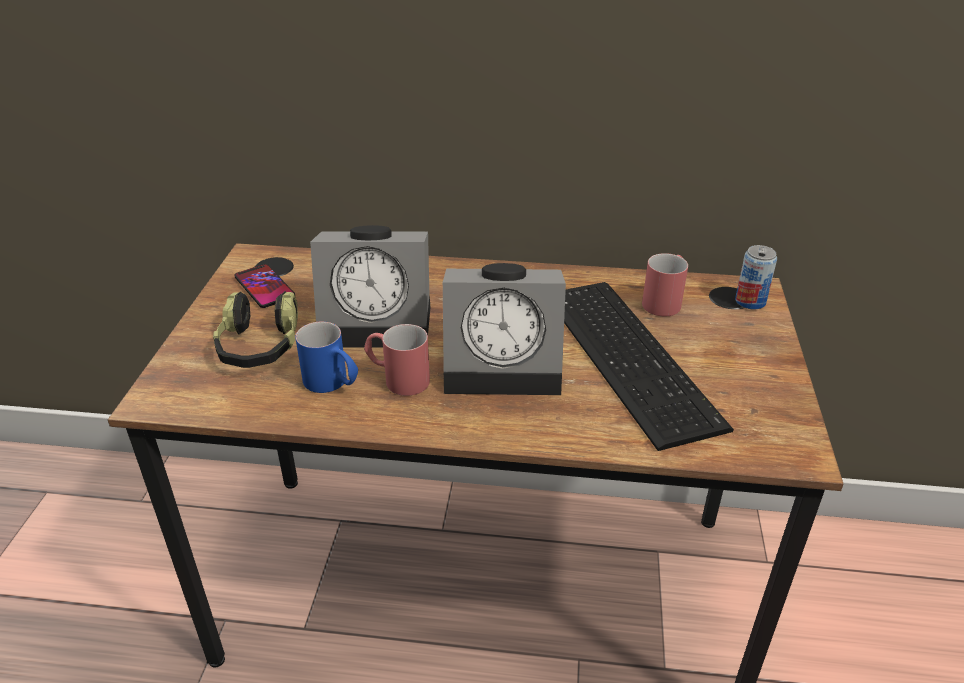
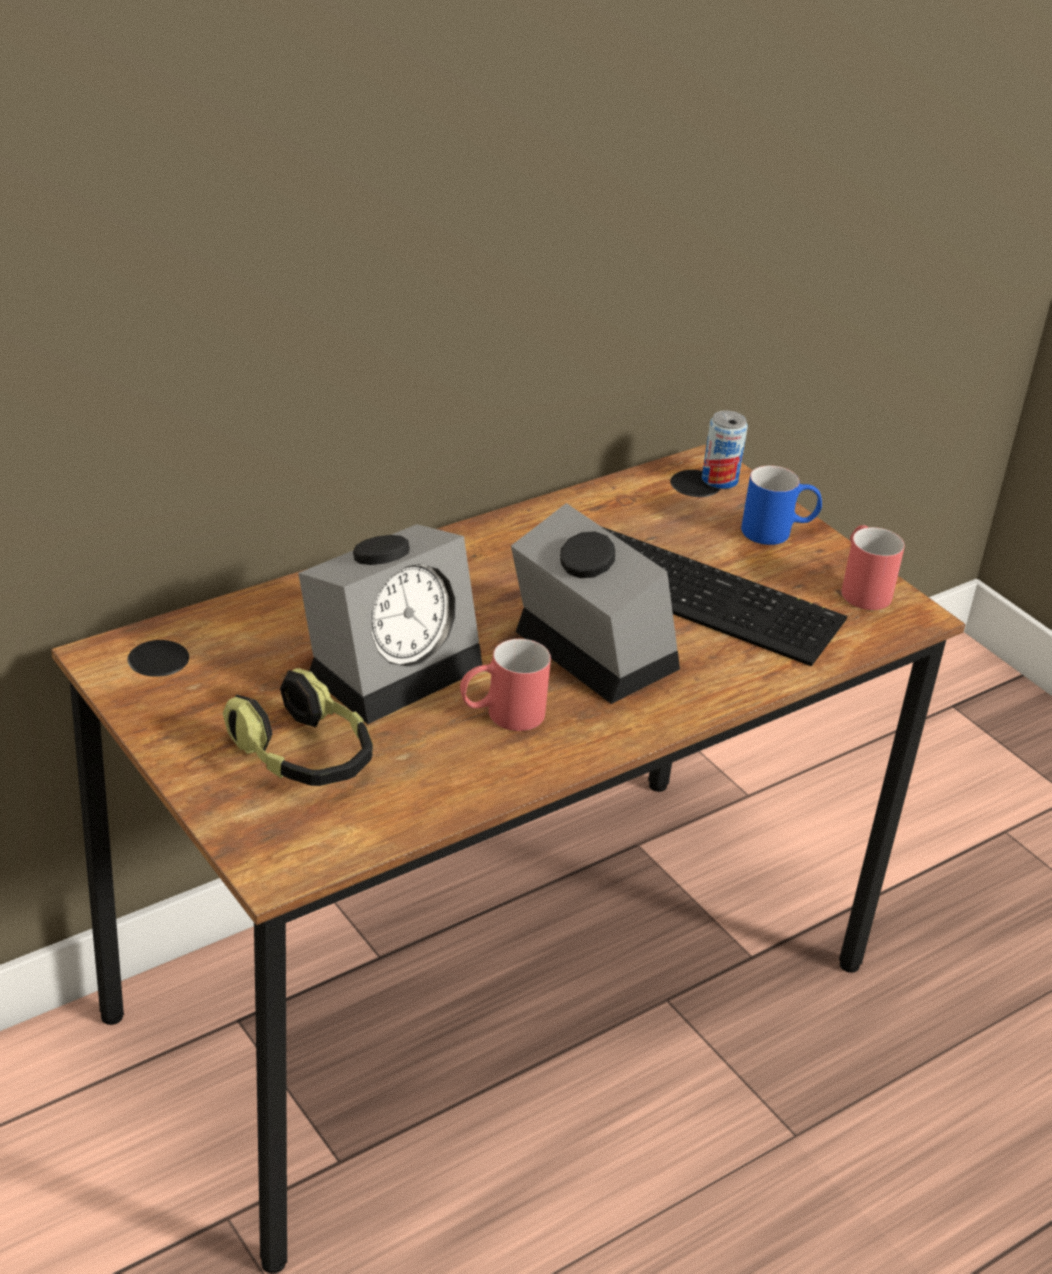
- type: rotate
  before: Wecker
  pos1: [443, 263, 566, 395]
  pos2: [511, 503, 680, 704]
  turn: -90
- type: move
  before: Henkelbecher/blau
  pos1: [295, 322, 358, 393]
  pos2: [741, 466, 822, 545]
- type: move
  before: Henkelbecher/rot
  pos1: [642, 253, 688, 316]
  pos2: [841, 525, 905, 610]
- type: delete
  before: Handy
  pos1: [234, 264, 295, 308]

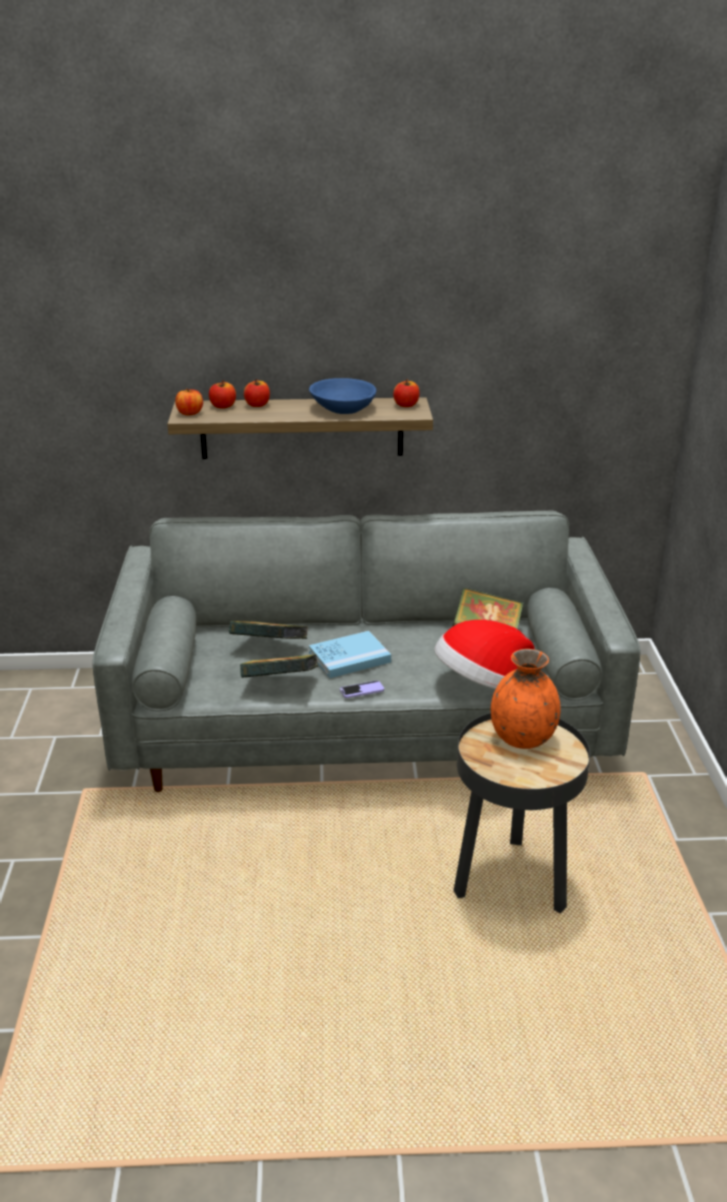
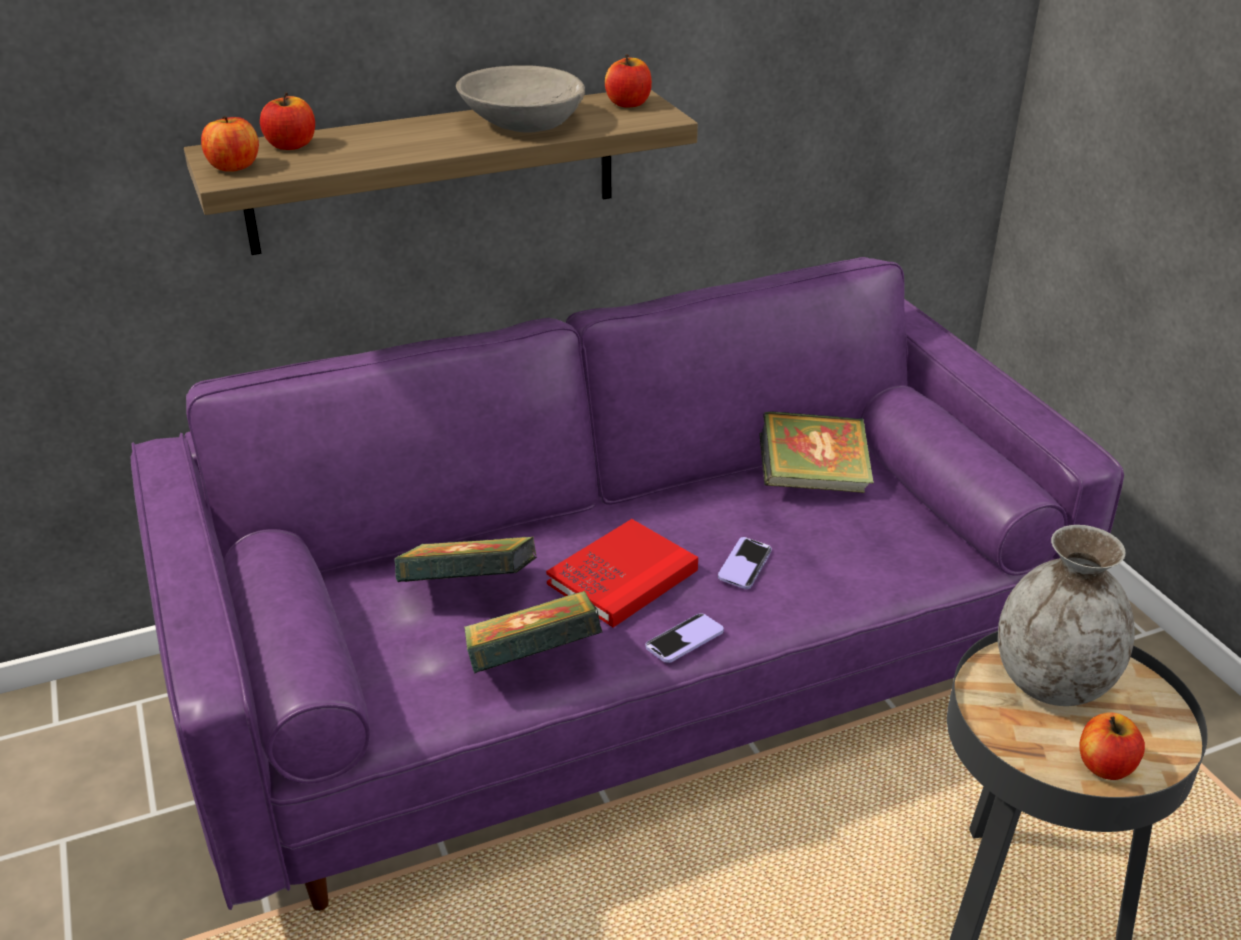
- type: recolor
  before: Sofa/grau
  after: Sofa/lila
  pos1: [93, 511, 641, 792]
  pos2: [130, 257, 1124, 911]
- type: recolor
  before: Schüssel/blau
  after: Schüssel/grau
  pos1: [309, 378, 376, 414]
  pos2: [456, 65, 585, 133]
- type: recolor
  before: Buch/blau
  after: Buch/rot
  pos1: [309, 631, 391, 678]
  pos2: [546, 519, 698, 628]
- type: insert
  after: Handy
  pos2: [718, 537, 772, 589]
- type: recolor
  before: Vase/orange
  after: Vase/grau
  pos1: [491, 649, 561, 749]
  pos2: [998, 525, 1135, 706]
- type: move
  before: Apfel
  pos1: [244, 379, 270, 407]
  pos2: [1079, 712, 1145, 780]
- type: delete
  before: Hut
  pos1: [434, 620, 535, 689]

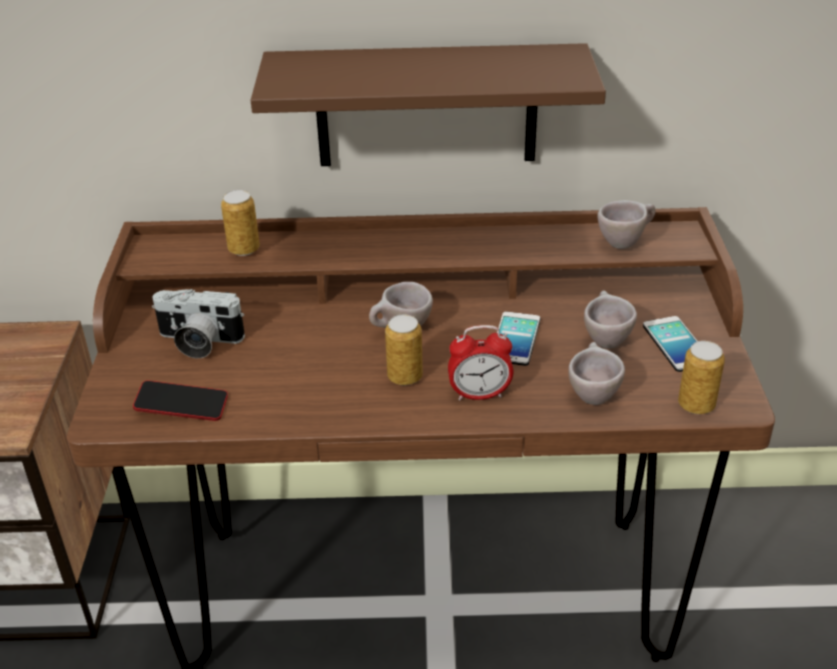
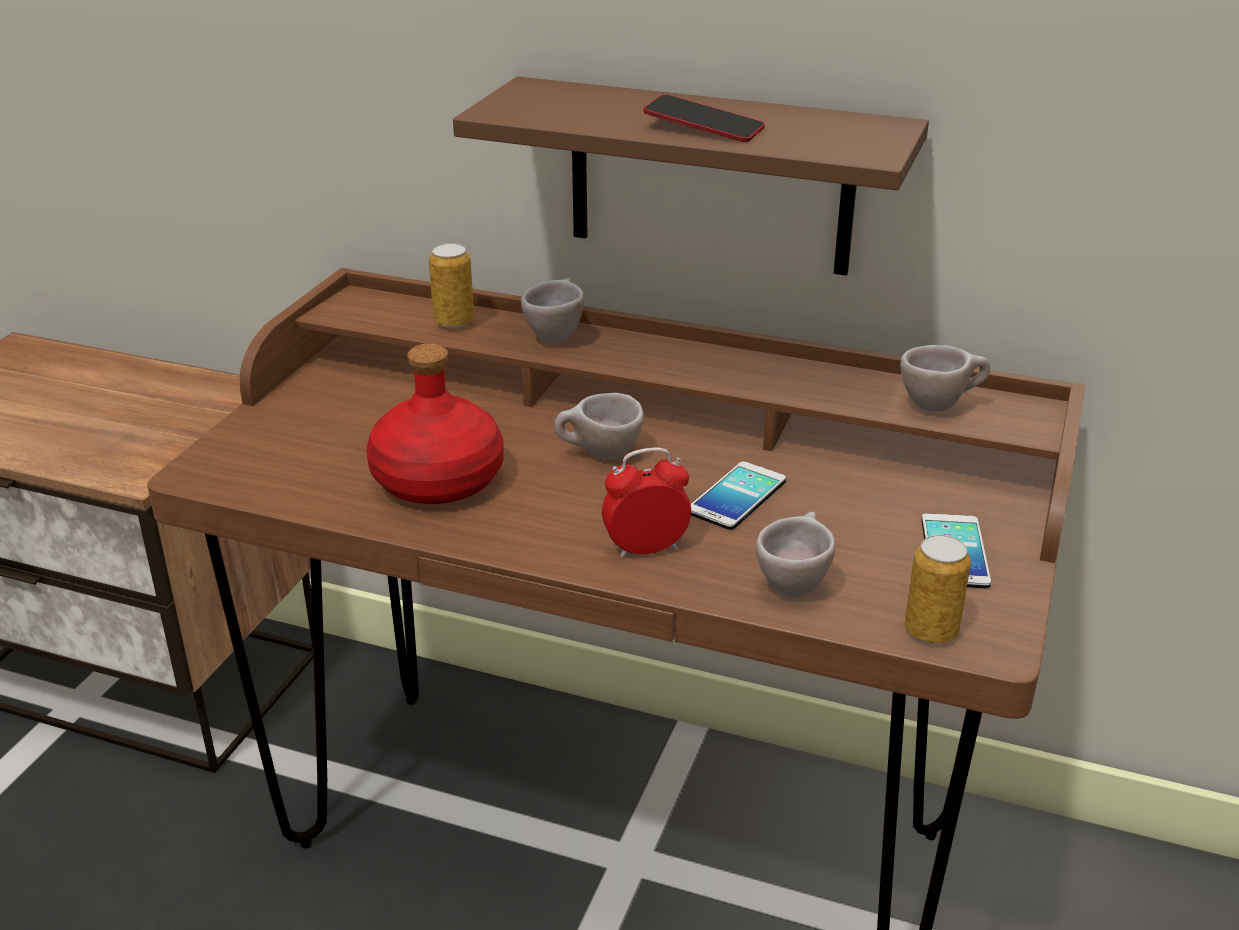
- type: insert
  after: Flasche/rot
  pos2: [366, 343, 504, 504]
- type: move
  before: Tasse/beige
  pos1: [584, 290, 637, 349]
  pos2: [521, 278, 584, 343]
- type: rotate
  before: Wecker
  pos1: [448, 325, 513, 401]
  pos2: [602, 447, 691, 558]
  turn: 150
- type: move
  before: Handy
  pos1: [133, 380, 228, 421]
  pos2: [643, 94, 765, 142]
- type: delete
  before: Kamera
  pos1: [152, 289, 245, 358]
- type: delete
  before: Dose
  pos1: [385, 314, 423, 385]

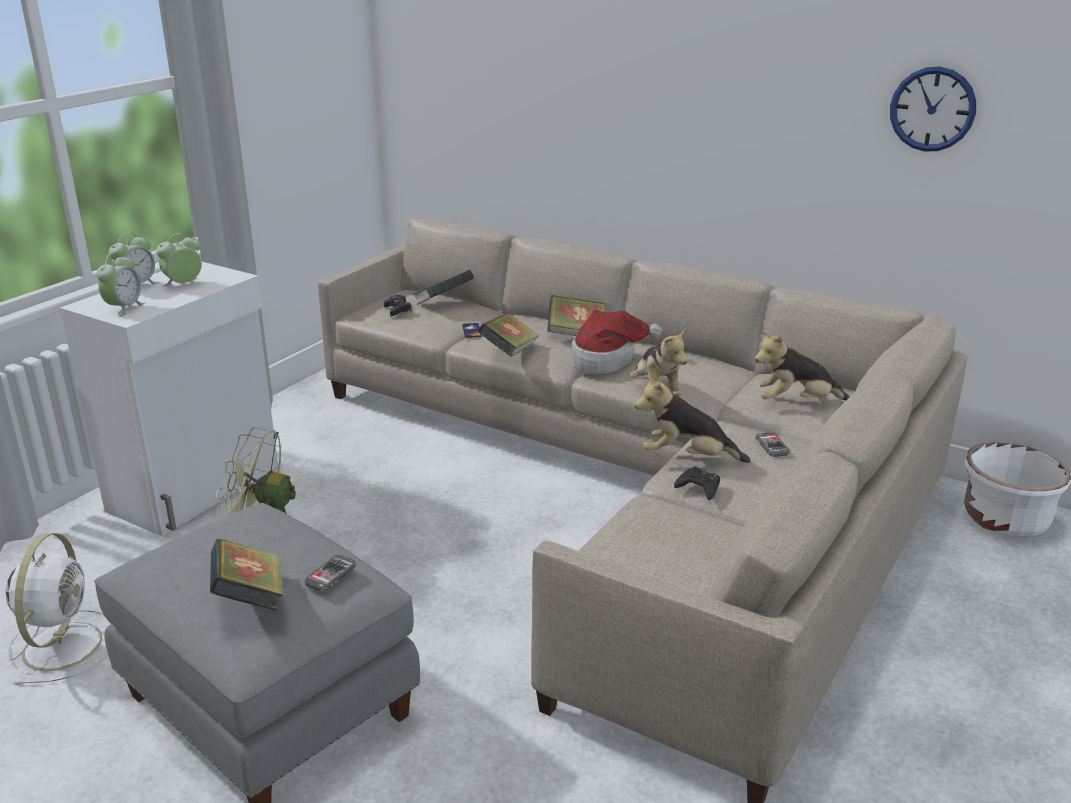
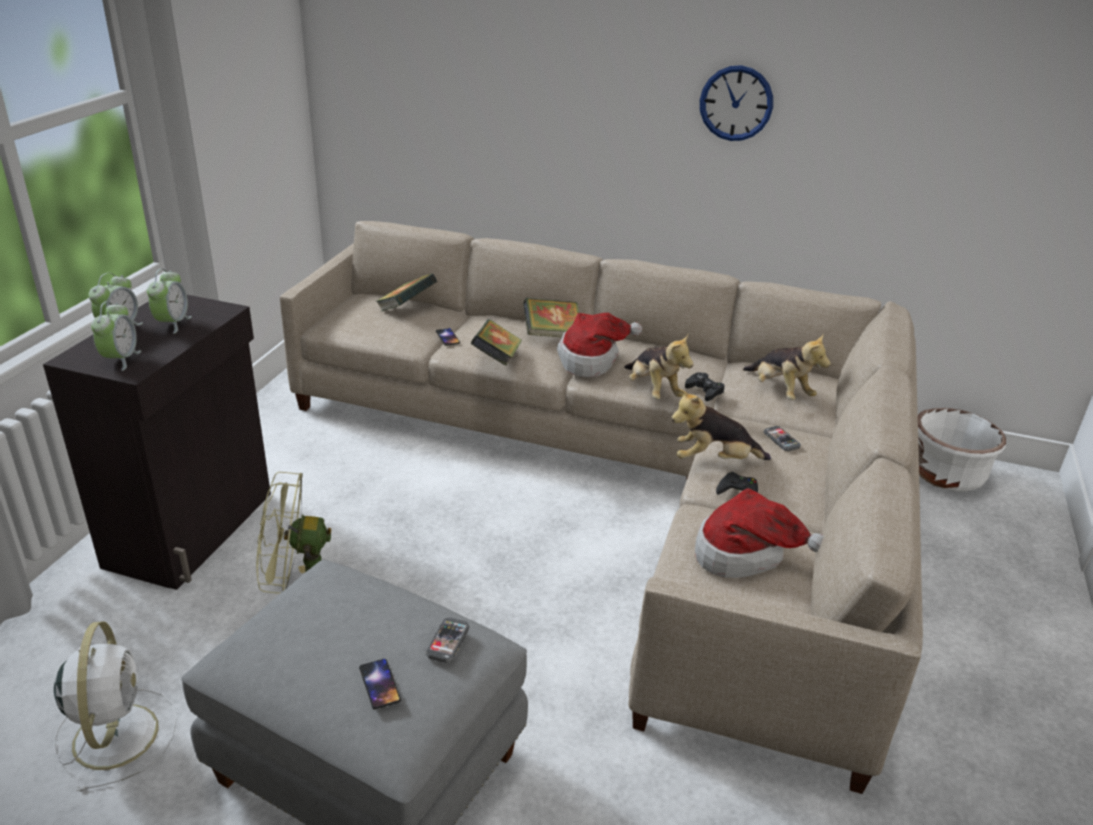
- type: recolor
  before: Schrank/weiß
  after: Schrank/schwarz
  pos1: [60, 261, 278, 536]
  pos2: [43, 295, 271, 590]
- type: rotate
  before: Wecker
  pos1: [156, 233, 202, 287]
  pos2: [147, 268, 192, 334]
  turn: 150
- type: replace
  before: Buch
  after: Handy
  pos1: [210, 539, 284, 611]
  pos2: [359, 659, 401, 710]
- type: move
  before: Gamepad/schwarz
  pos1: [384, 295, 412, 317]
  pos2: [685, 372, 725, 401]
- type: insert
  after: Hut
  pos2: [695, 488, 824, 578]
- type: move
  before: Wanduhr
  pos1: [890, 66, 976, 152]
  pos2: [700, 65, 773, 141]
- type: rotate
  before: Plüschtier
  pos1: [755, 331, 849, 400]
  pos2: [743, 333, 831, 400]
  turn: -105

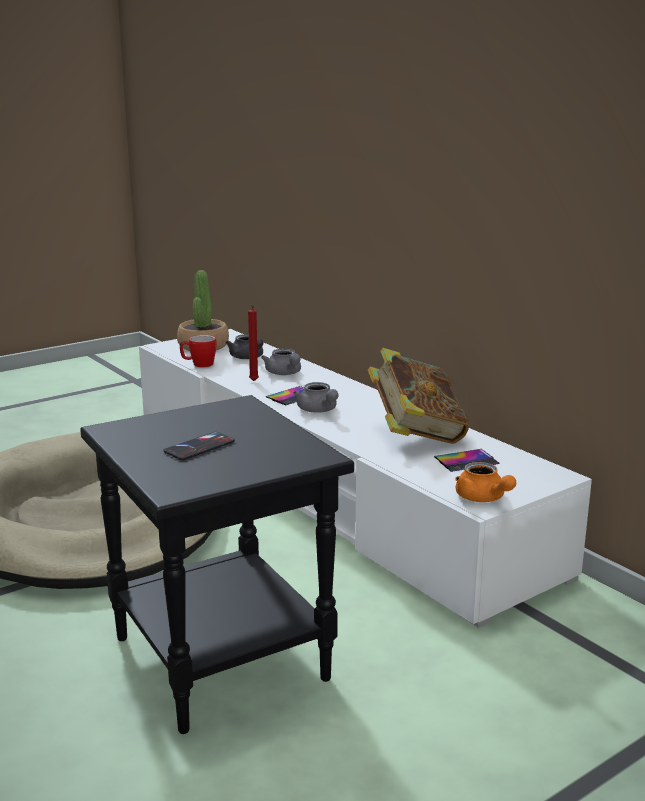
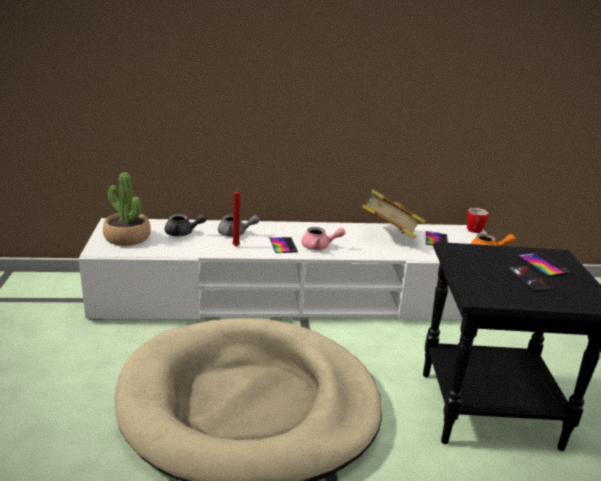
- type: recolor
  before: Teekanne/grau
  after: Teekanne/rosa
  pos1: [293, 382, 338, 413]
  pos2: [301, 227, 345, 250]
- type: move
  before: Henkelbecher
  pos1: [180, 335, 217, 367]
  pos2: [467, 208, 489, 233]
- type: insert
  after: Handy
  pos2: [518, 253, 573, 276]

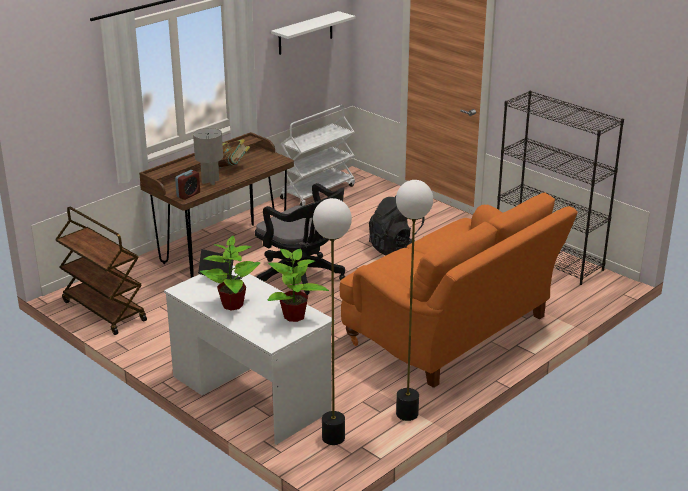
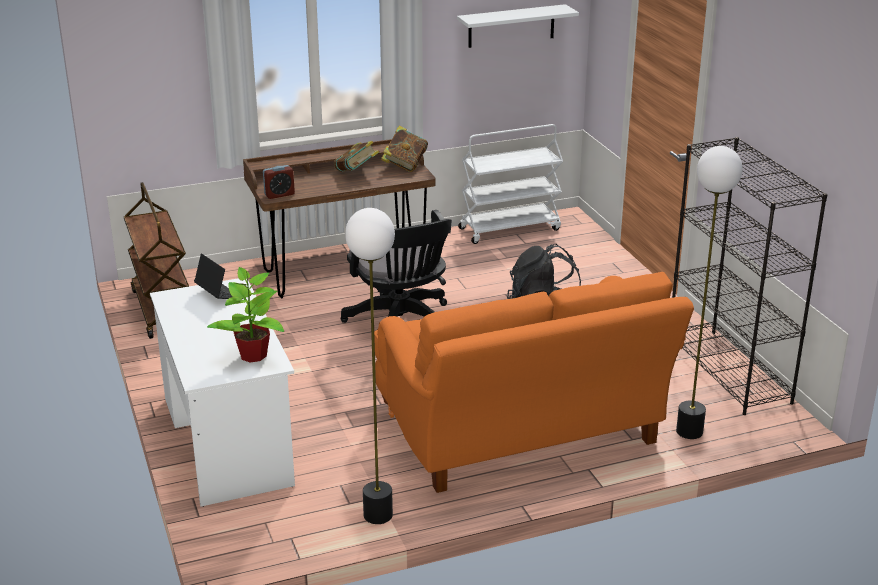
- type: insert
  after: Buch
  pos2: [381, 126, 428, 172]
- type: move
  before: Stehlampe
  pos1: [313, 198, 352, 445]
  pos2: [676, 146, 743, 439]
- type: delete
  before: Tischlampe/grau
  pos1: [193, 128, 223, 185]
- type: delete
  before: Topfpflanze
  pos1: [200, 236, 260, 311]

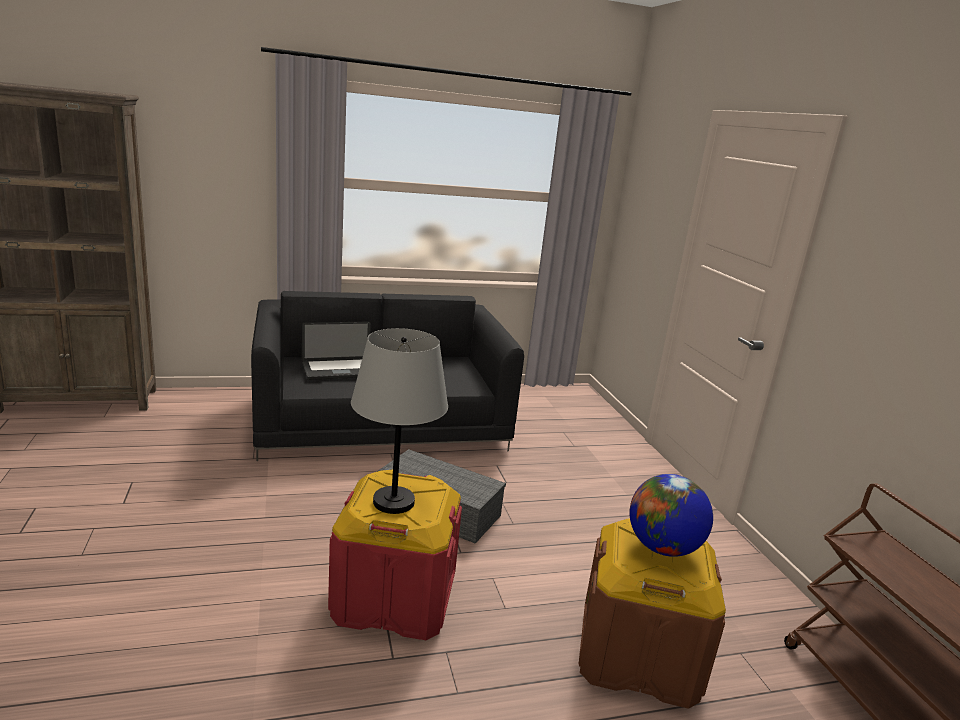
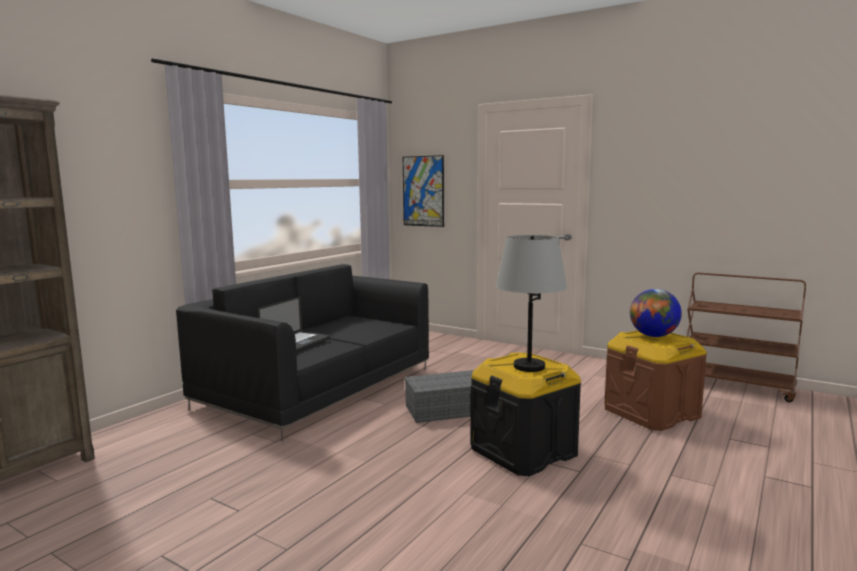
- type: insert
  after: Bild
  pos2: [403, 155, 444, 227]
- type: recolor
  before: Aufbewahrungsbox/rot
  after: Aufbewahrungsbox/schwarz
  pos1: [328, 470, 462, 640]
  pos2: [470, 352, 581, 476]

